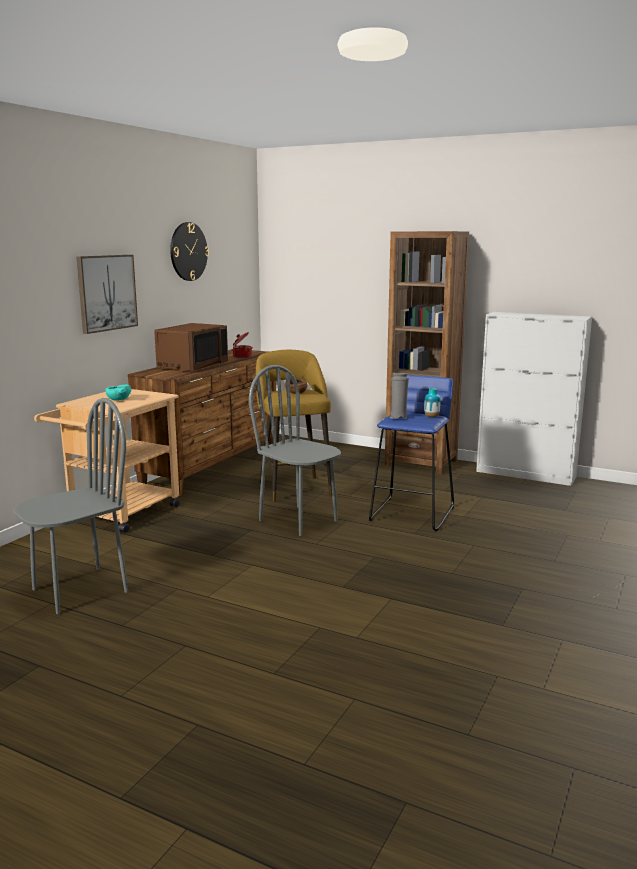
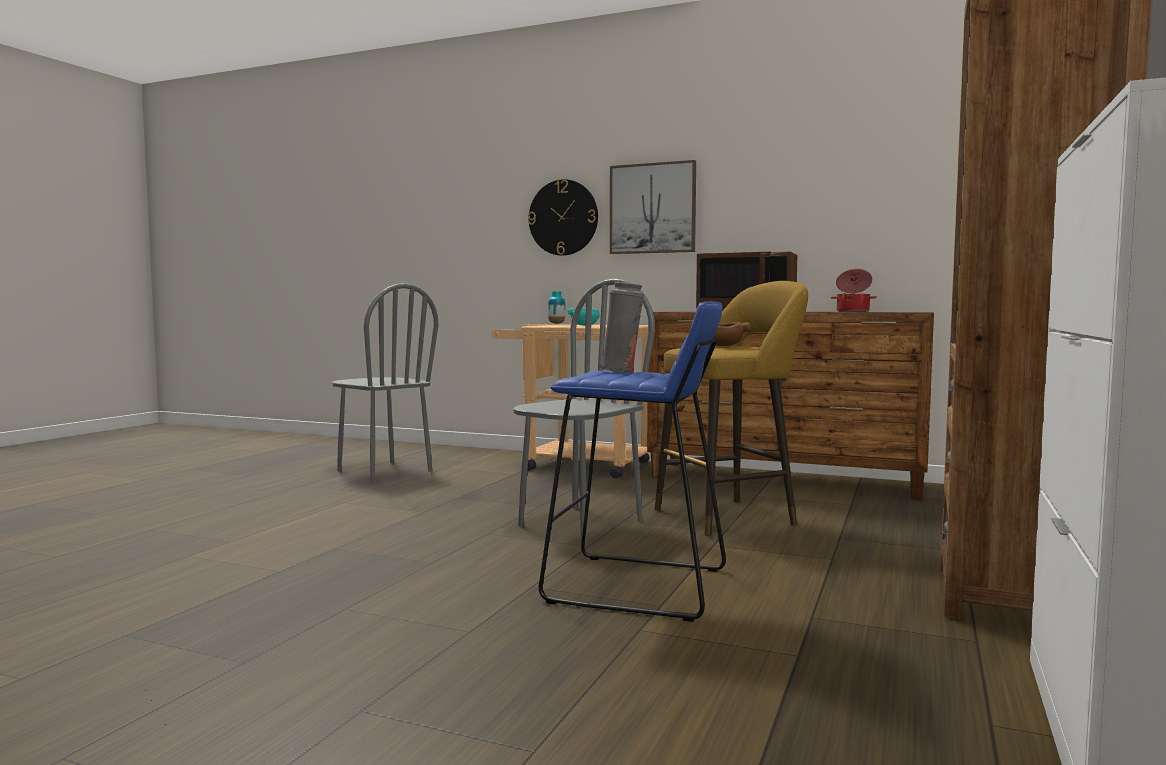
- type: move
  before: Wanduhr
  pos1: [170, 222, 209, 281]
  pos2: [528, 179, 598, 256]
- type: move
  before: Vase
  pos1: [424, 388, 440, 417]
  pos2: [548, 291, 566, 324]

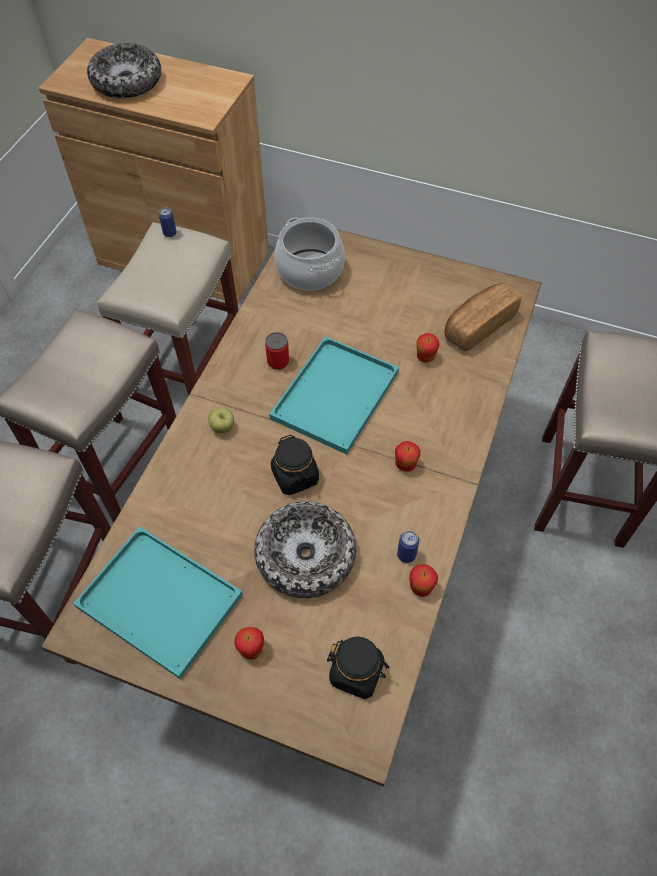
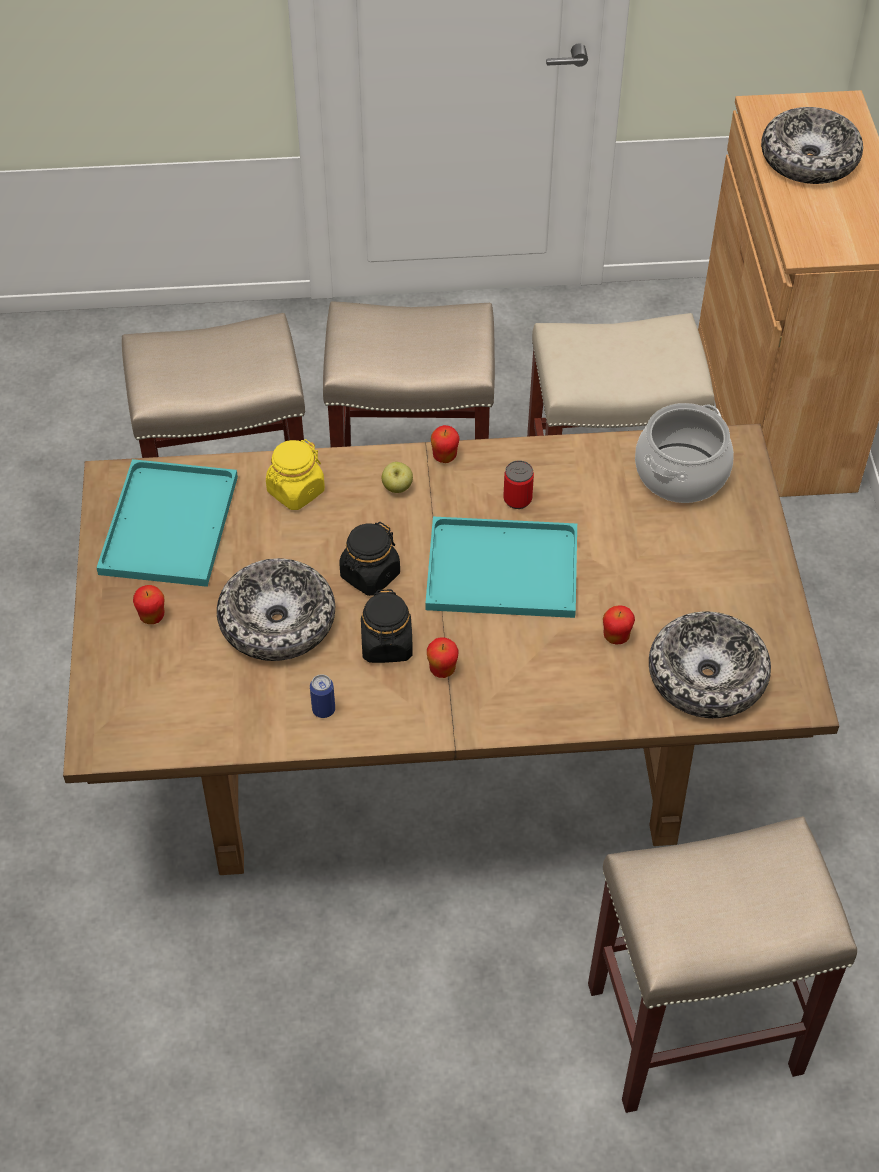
- type: insert
  after: Vorratsglas/gelb
  pos2: [266, 439, 325, 510]
- type: move
  before: Vorratsglas/schwarz
  pos1: [327, 637, 390, 699]
  pos2: [361, 589, 413, 663]
- type: move
  before: Apfel
  pos1: [409, 564, 438, 597]
  pos2: [431, 425, 460, 463]
- type: replace
  before: Brot
  after: Schüssel
  pos1: [444, 283, 521, 351]
  pos2: [649, 611, 771, 718]
- type: delete
  before: Dose
  pos1: [159, 207, 176, 237]

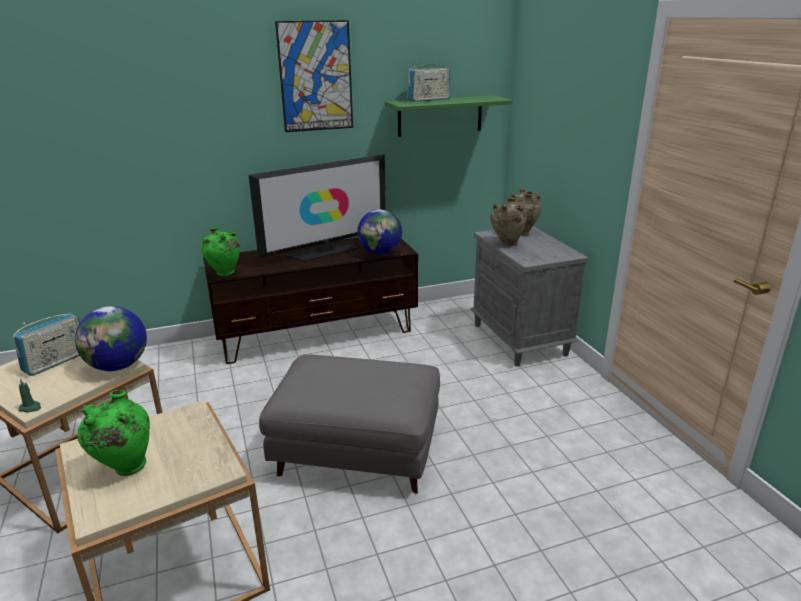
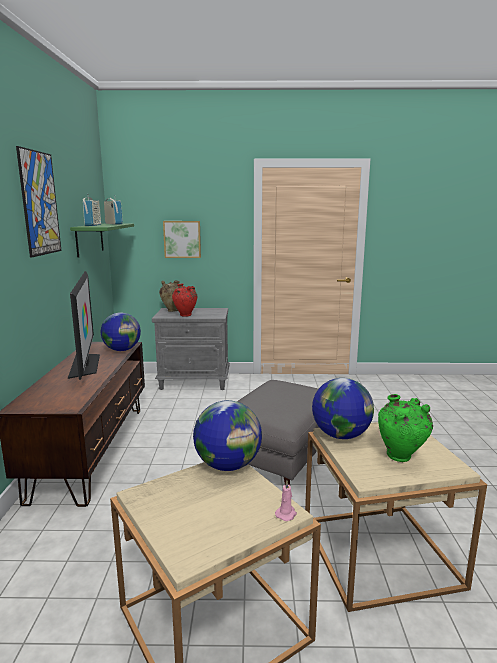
- type: move
  before: Radio
  pos1: [13, 314, 80, 376]
  pos2: [104, 195, 123, 225]
- type: insert
  after: Bild
  pos2: [163, 221, 201, 258]
- type: recolor
  before: Vase/beige
  after: Vase/rot
  pos1: [490, 197, 527, 246]
  pos2: [172, 283, 197, 317]
- type: recolor
  before: Kerze/grün
  after: Kerze/rosa
  pos1: [18, 378, 41, 413]
  pos2: [275, 481, 297, 521]
- type: insert
  after: Globus
  pos2: [312, 378, 374, 439]
- type: delete
  before: Vase/grün
  pos1: [201, 226, 240, 276]

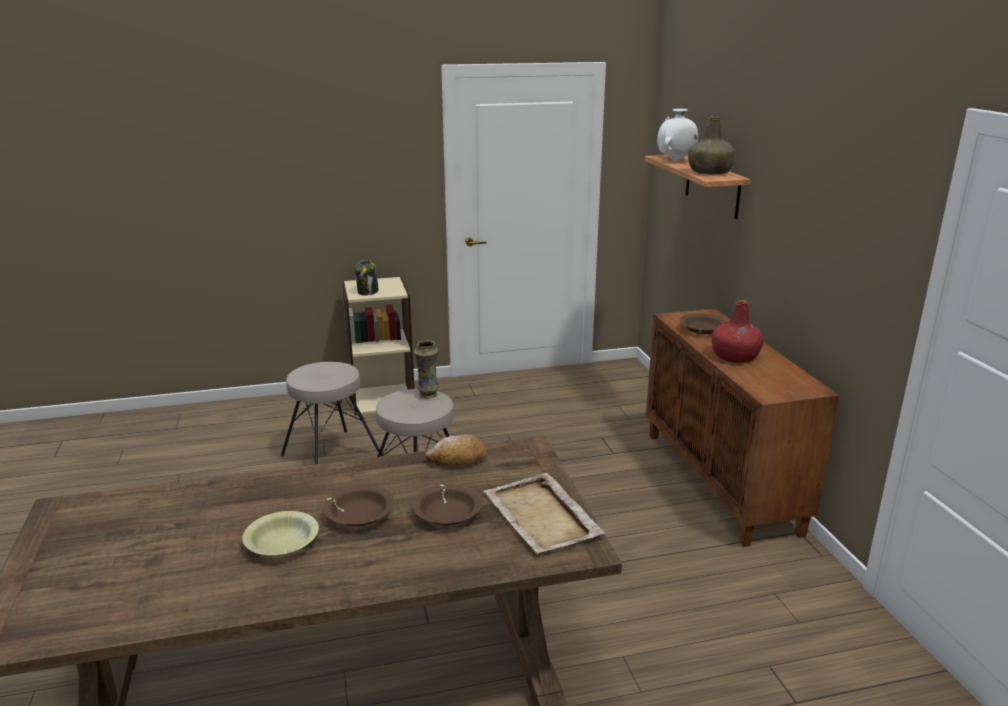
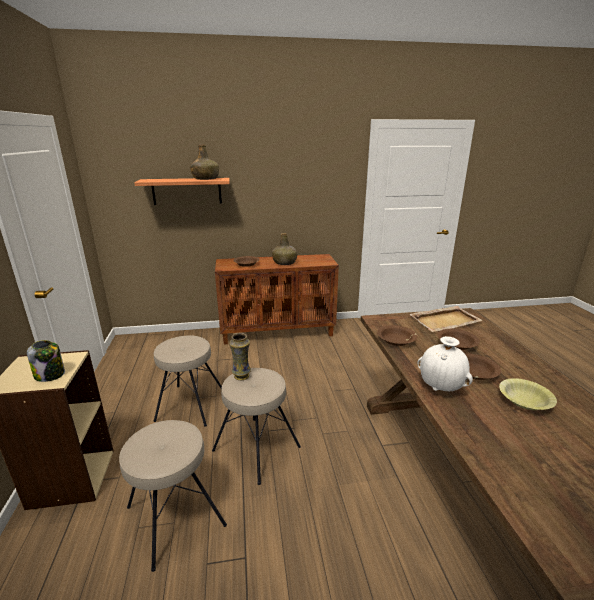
- type: insert
  after: Hocker/beige
  pos2: [154, 335, 222, 427]
- type: recolor
  before: Flasche/rot
  after: Flasche/grün
  pos1: [712, 300, 764, 363]
  pos2: [272, 233, 297, 265]
- type: replace
  before: Brot
  after: Schüssel/braun
  pos1: [425, 435, 487, 466]
  pos2: [377, 325, 417, 346]
- type: move
  before: Vase/weiß
  pos1: [657, 109, 698, 161]
  pos2: [417, 336, 473, 391]

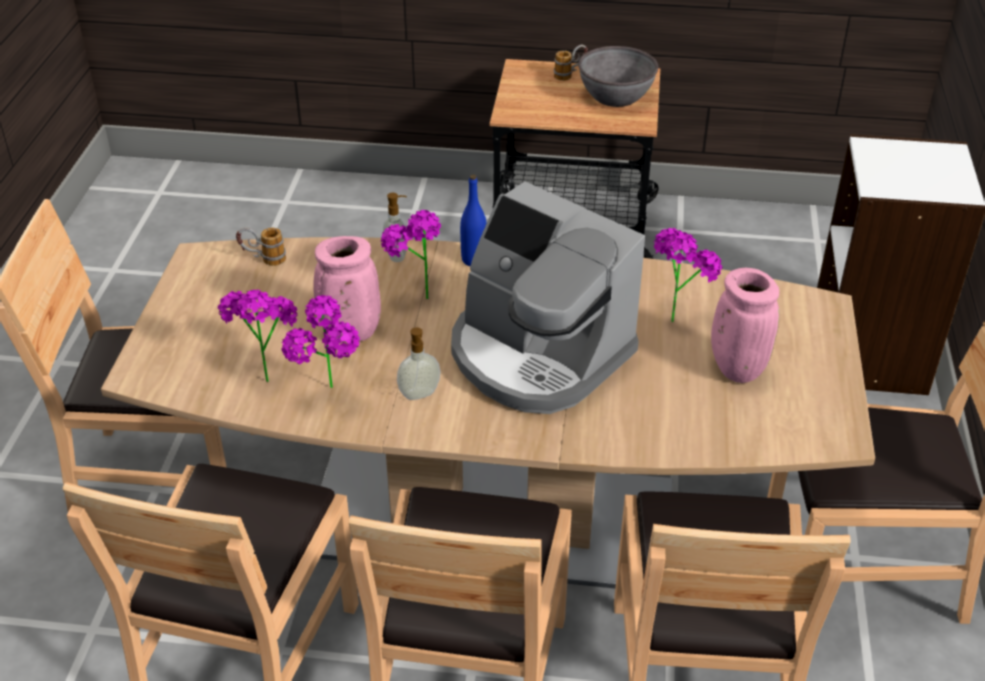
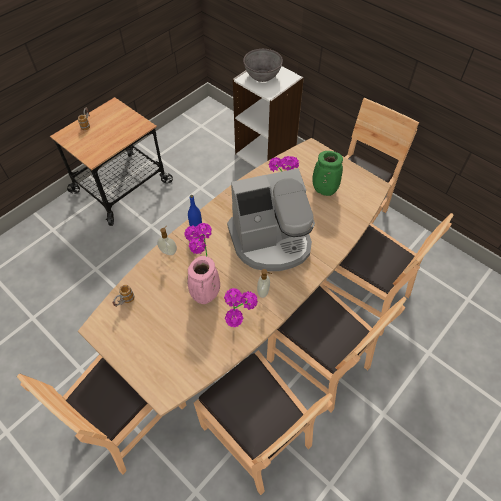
- type: move
  before: Schüssel/grau
  pos1: [578, 46, 658, 107]
  pos2: [243, 49, 283, 82]
- type: recolor
  before: Vase/rosa
  after: Vase/grün
  pos1: [711, 268, 780, 383]
  pos2: [312, 151, 343, 196]
- type: delete
  before: Topfpflanze
  pos1: [218, 289, 298, 382]

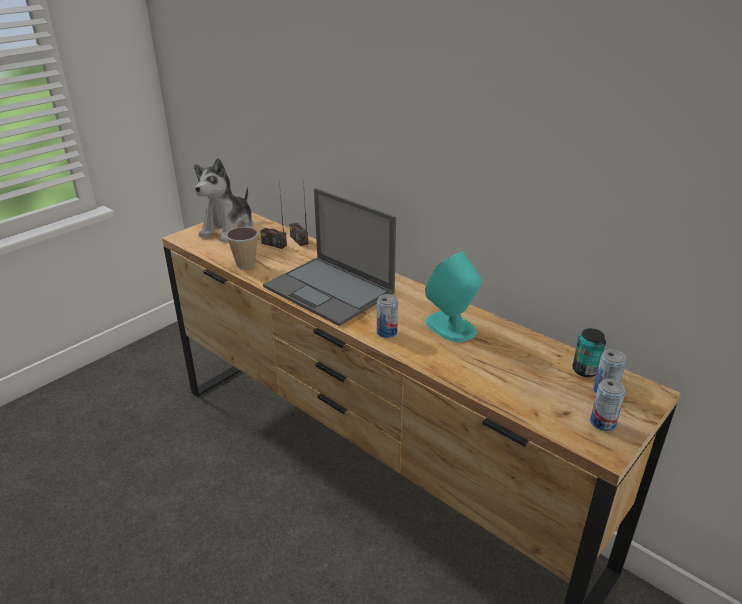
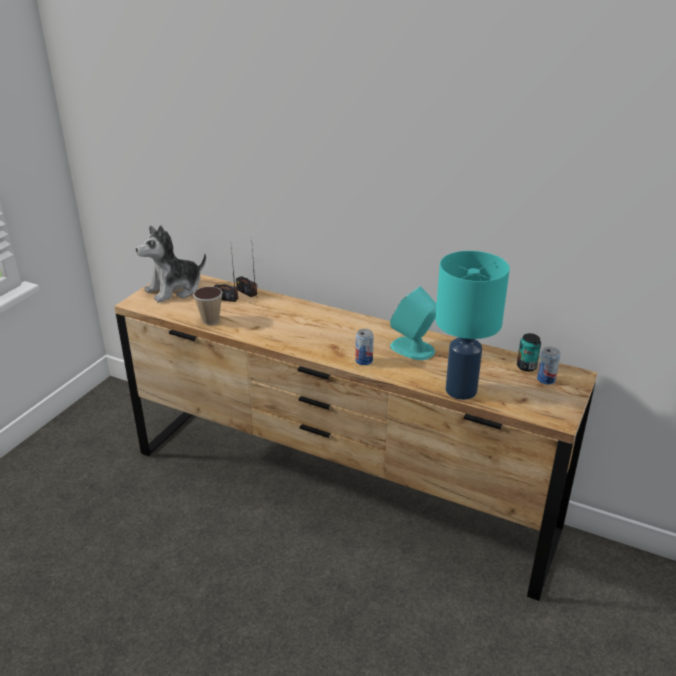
- type: rotate
  before: Plüschtier
  pos1: [194, 158, 254, 243]
  pos2: [136, 225, 206, 302]
  turn: 45
- type: insert
  after: Tischlampe/türkis
  pos2: [435, 251, 510, 400]
- type: delete
  before: Laptop
  pos1: [263, 188, 396, 326]
- type: delete
  before: Dose
  pos1: [590, 379, 625, 431]

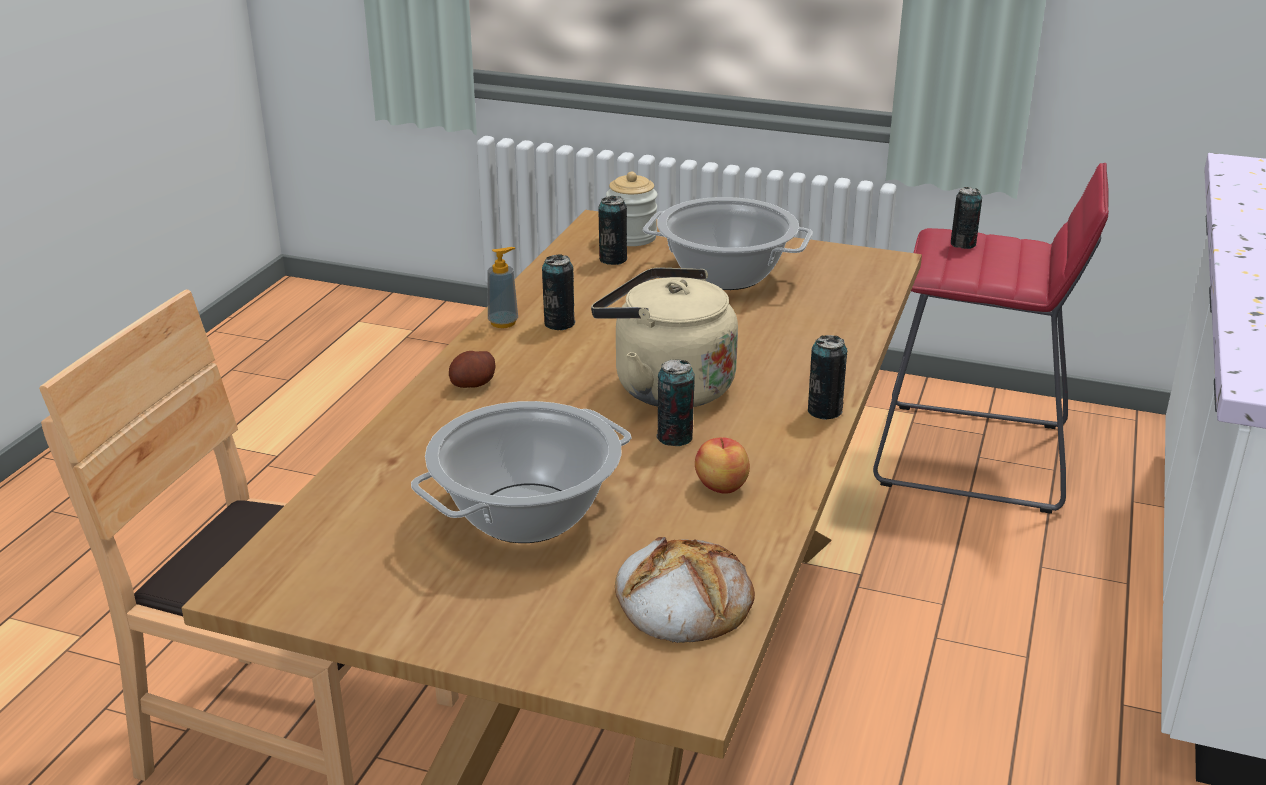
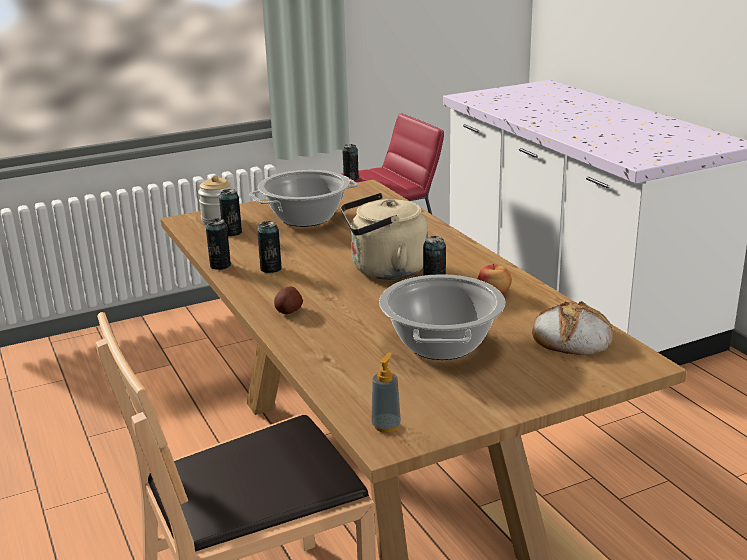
- type: move
  before: Dose
  pos1: [808, 335, 847, 420]
  pos2: [206, 218, 231, 270]
- type: move
  before: Seifenspender
  pos1: [488, 247, 518, 328]
  pos2: [371, 353, 401, 433]

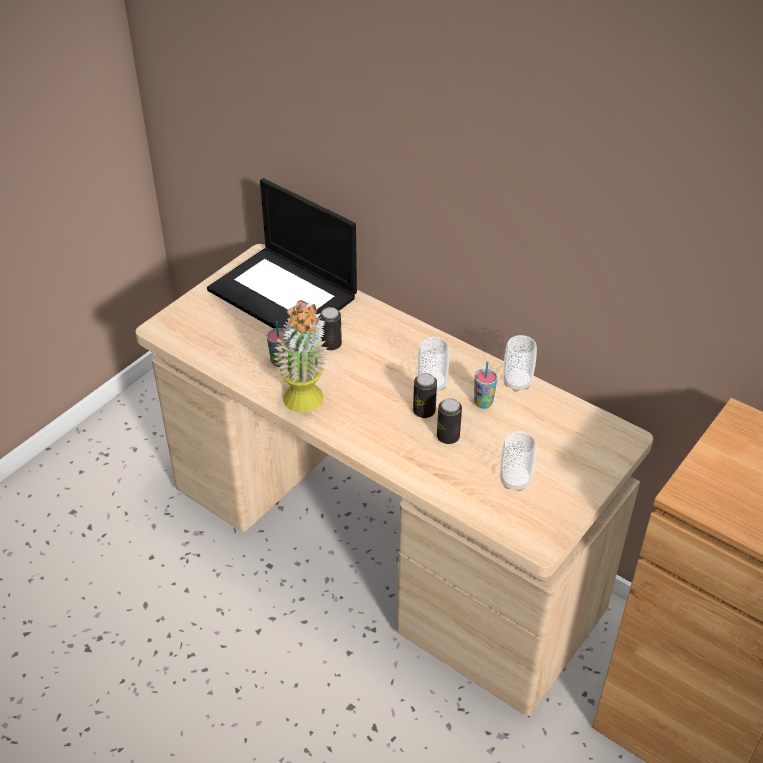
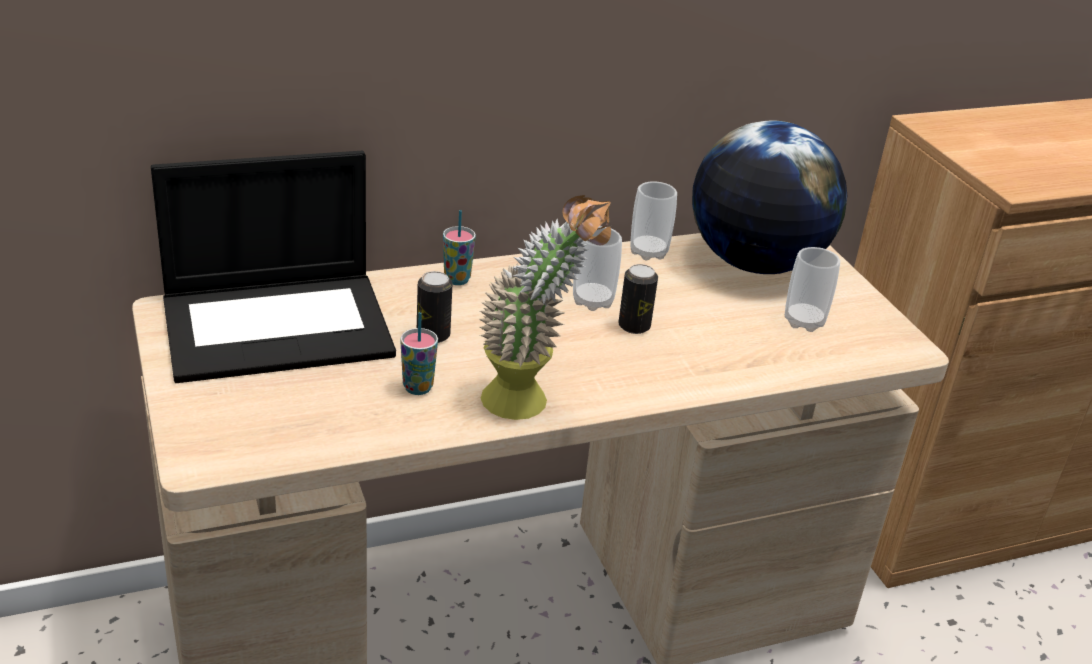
- type: move
  before: Tasse
  pos1: [474, 362, 498, 409]
  pos2: [443, 210, 476, 285]
- type: insert
  after: Globus
  pos2: [692, 120, 847, 274]
- type: delete
  before: Dose
  pos1: [437, 398, 462, 444]

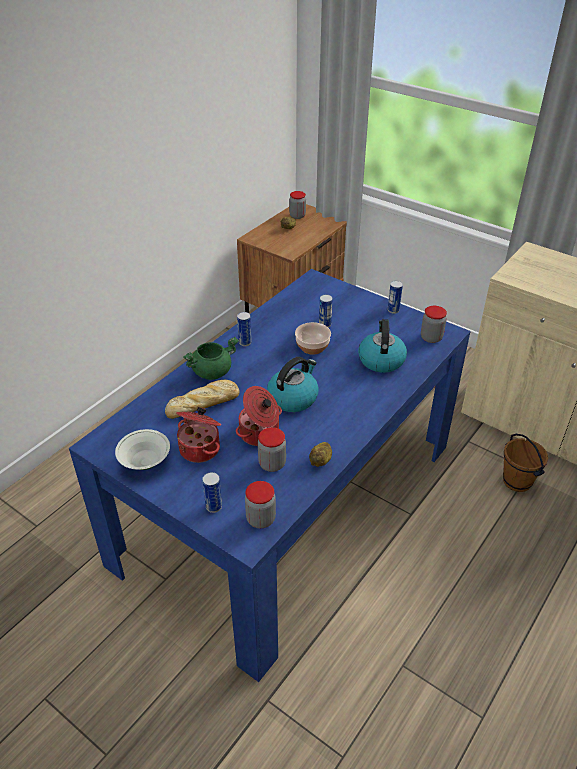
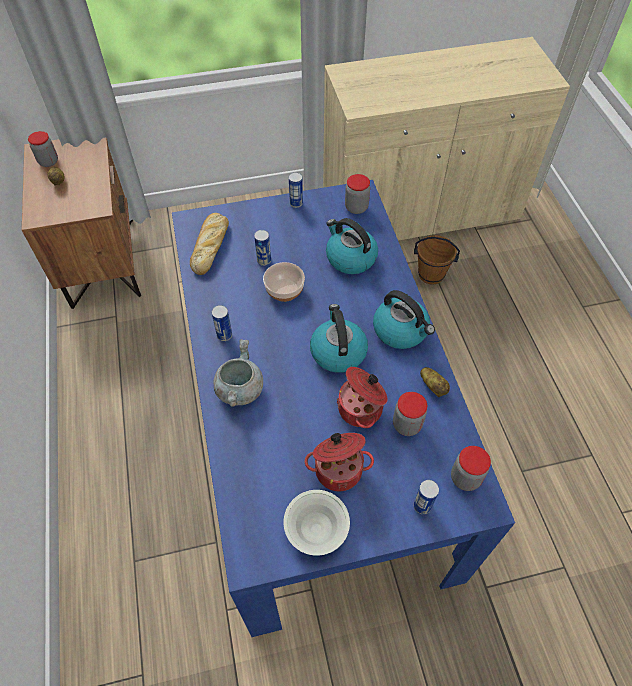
- type: move
  before: Brot
  pos1: [165, 380, 240, 419]
  pos2: [190, 213, 229, 275]
- type: recolor
  before: Kochtopf/grün
  after: Kochtopf/grau
  pos1: [183, 337, 239, 380]
  pos2: [214, 339, 263, 407]
- type: insert
  after: Wasserkessel
  pos2: [373, 290, 435, 349]

